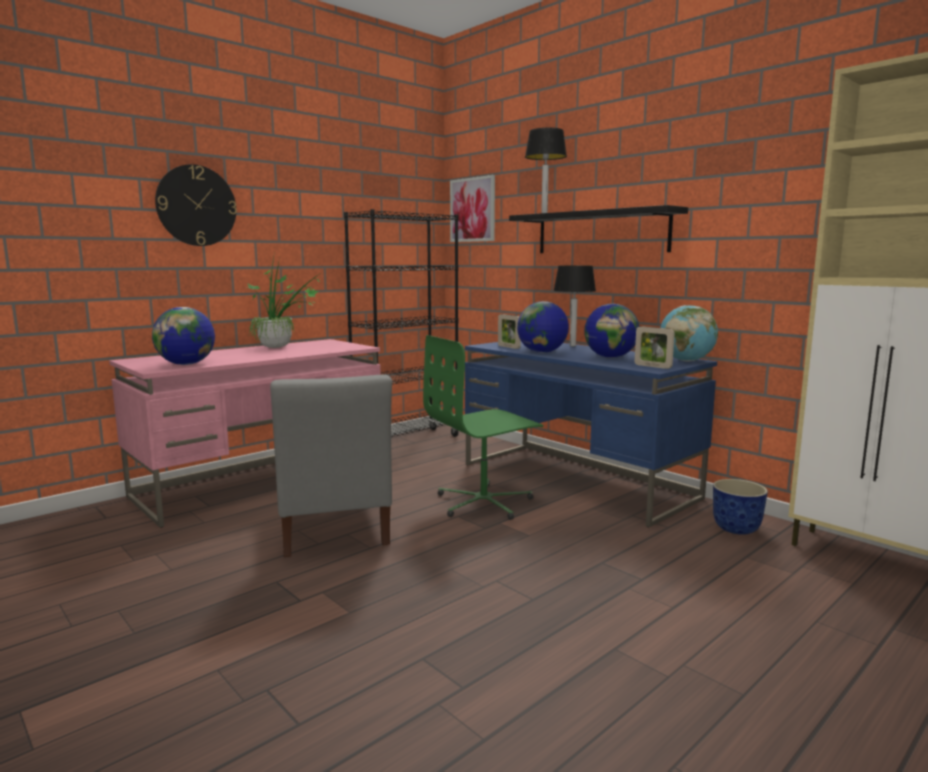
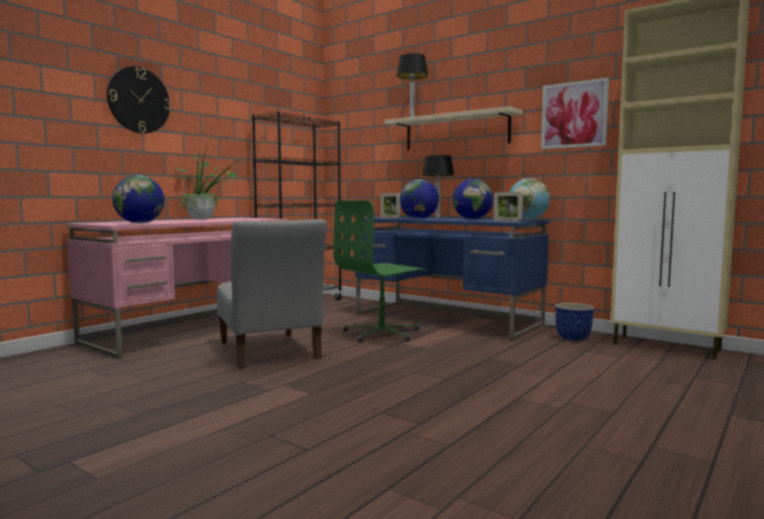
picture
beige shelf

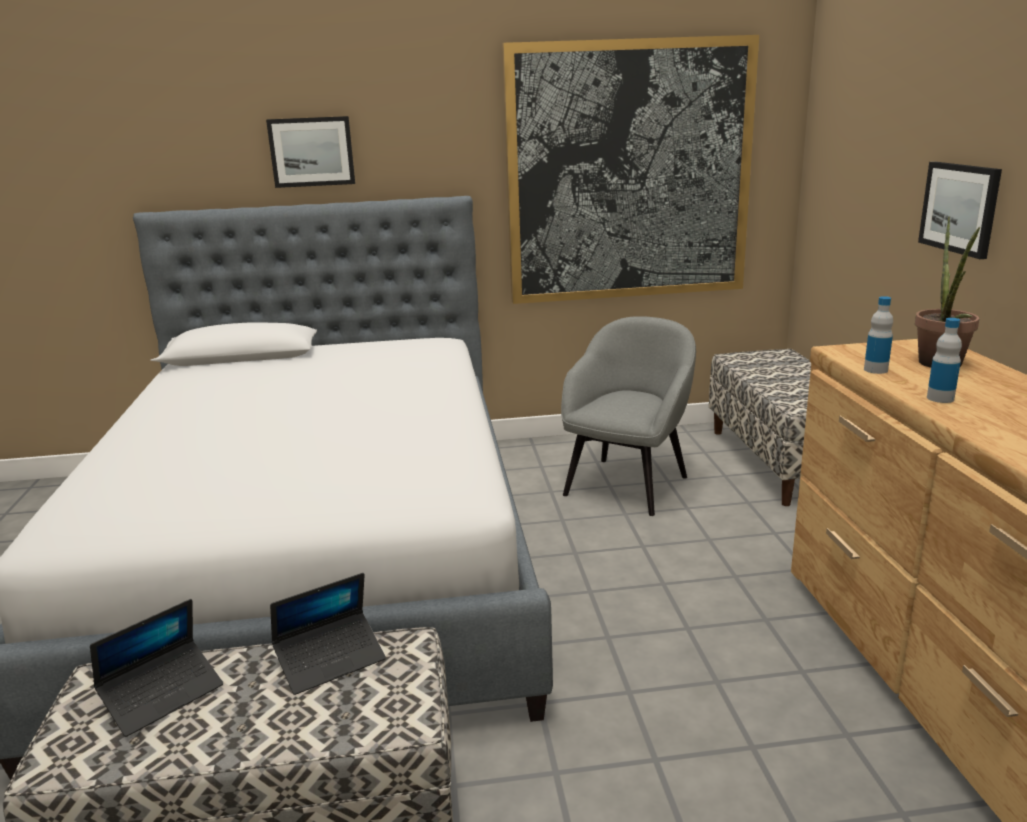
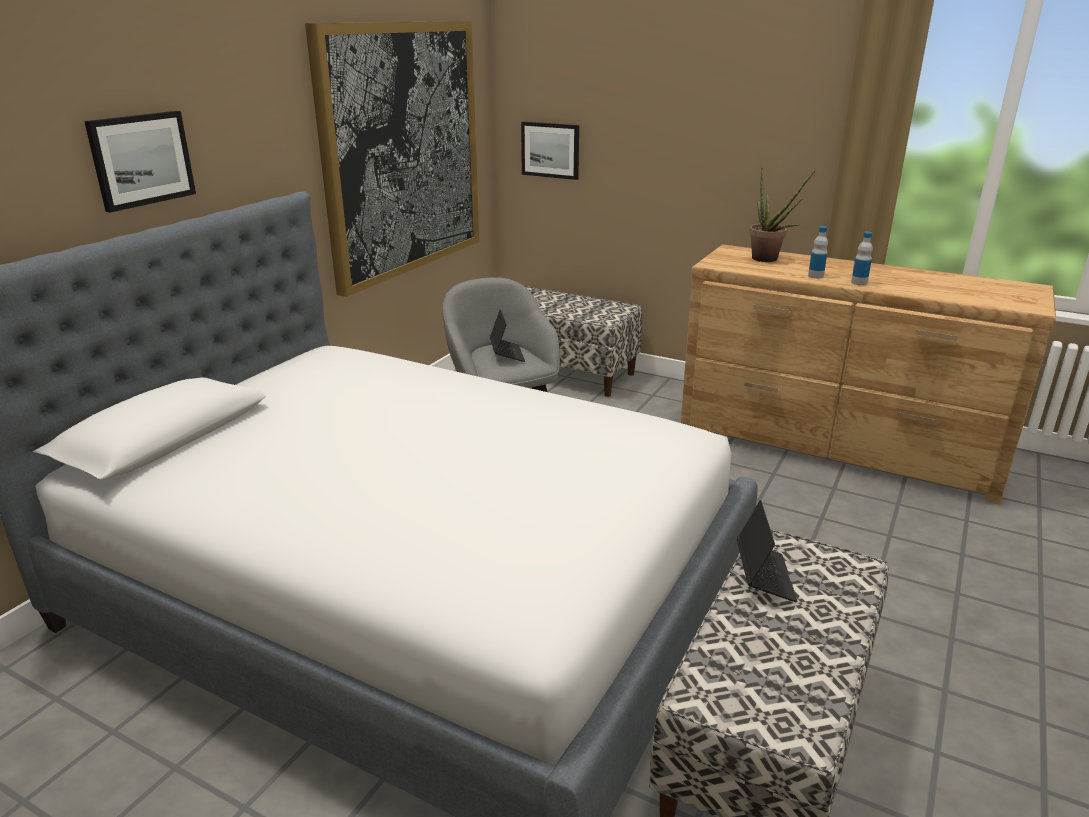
laptop (1st from left)
bottle (2nd from left)
picture (3rd from left)

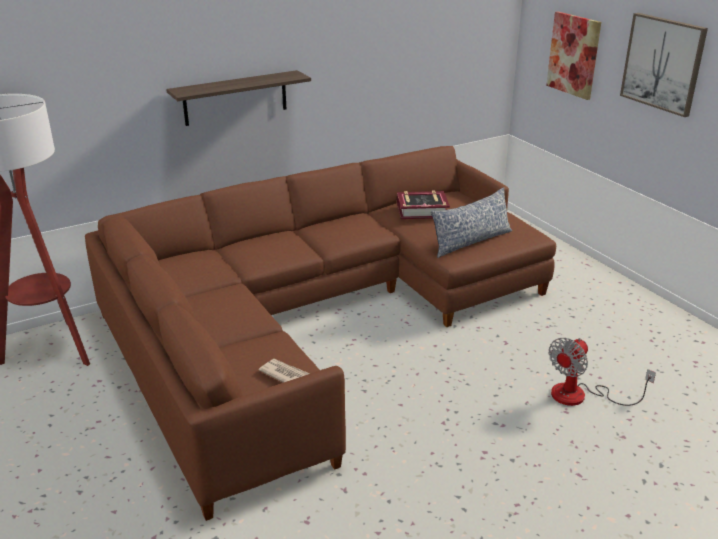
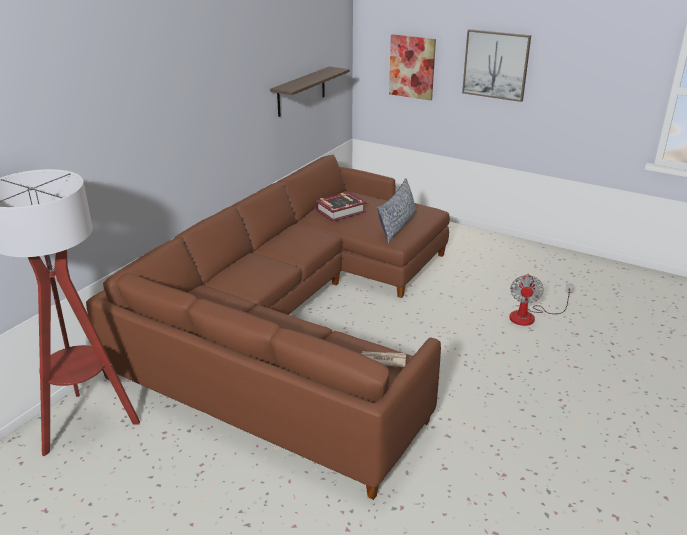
shelf

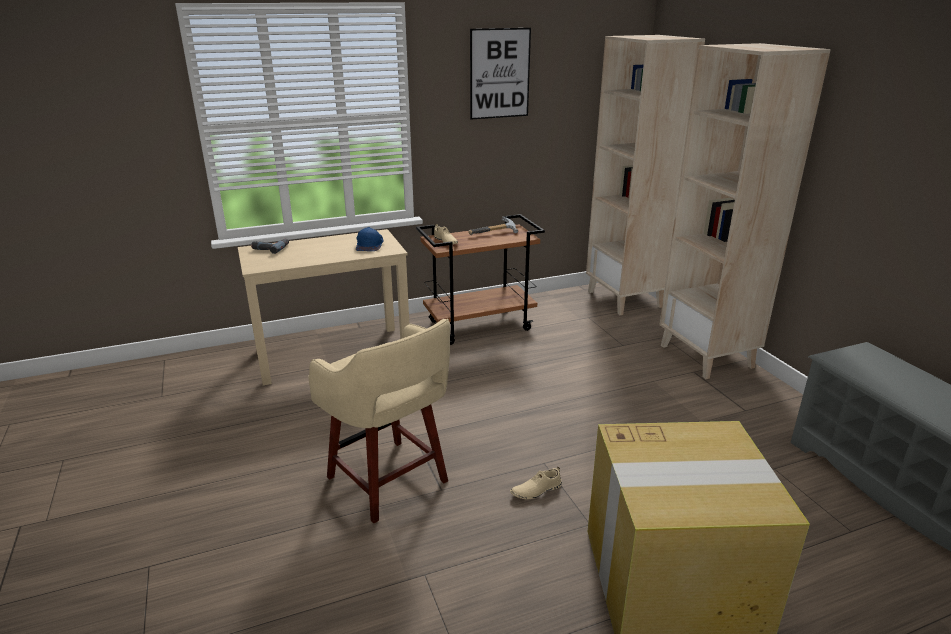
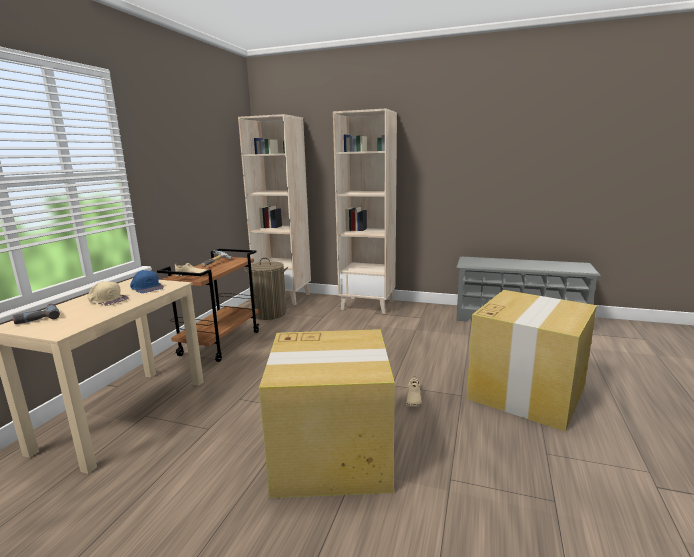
picture
beige cap
laundry basket
cardboard box (1st from left)

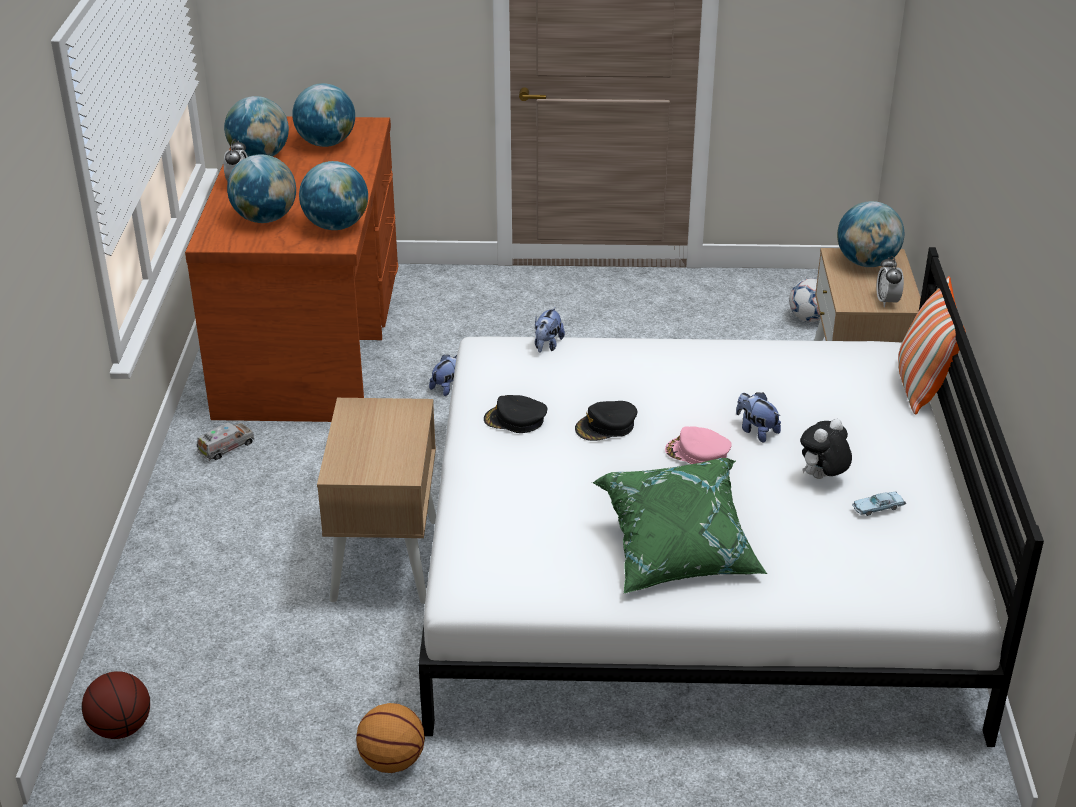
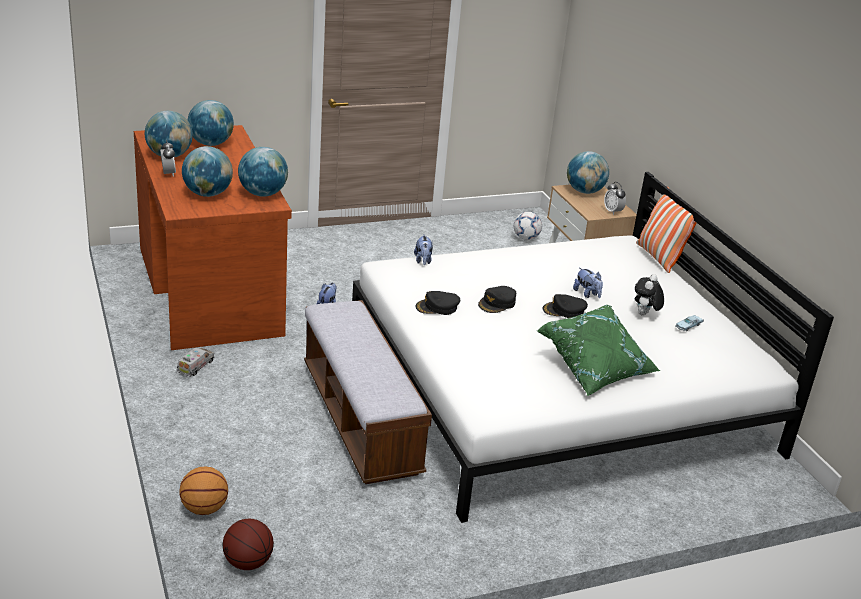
basketball (1st from left)
bench
black cap (3rd from left)
plush toy (3rd from left)

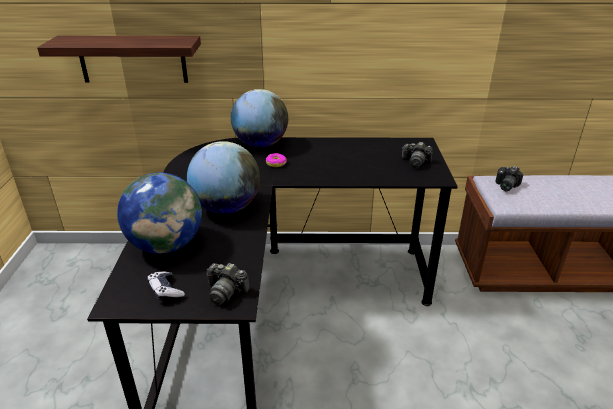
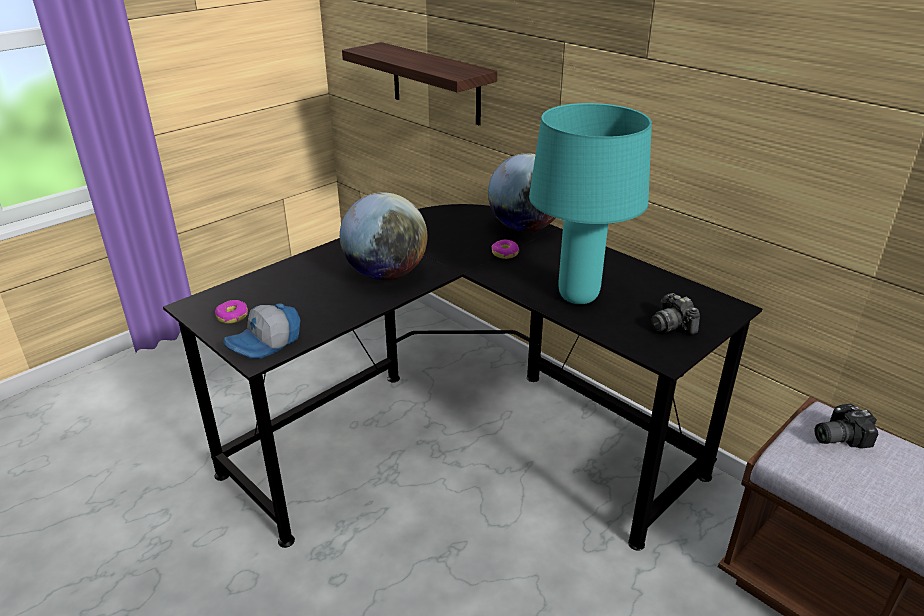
globe (1st from left in the first image)
turquoise table lamp
donut (1st from left)
cap

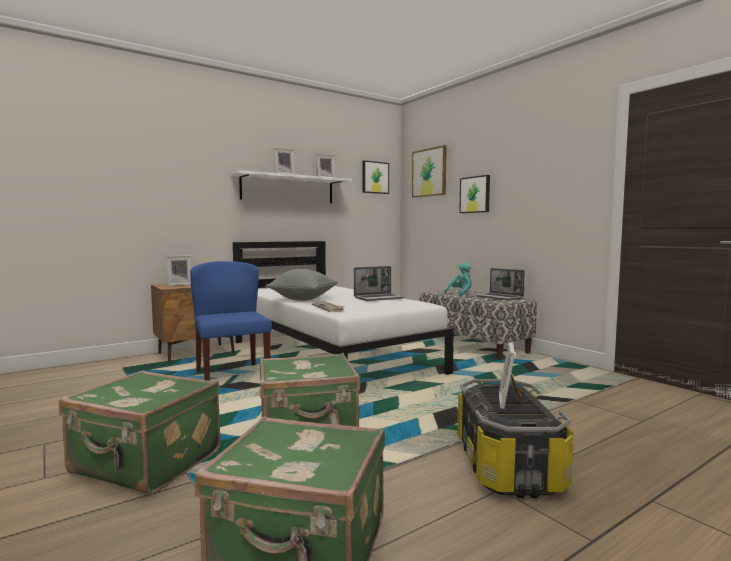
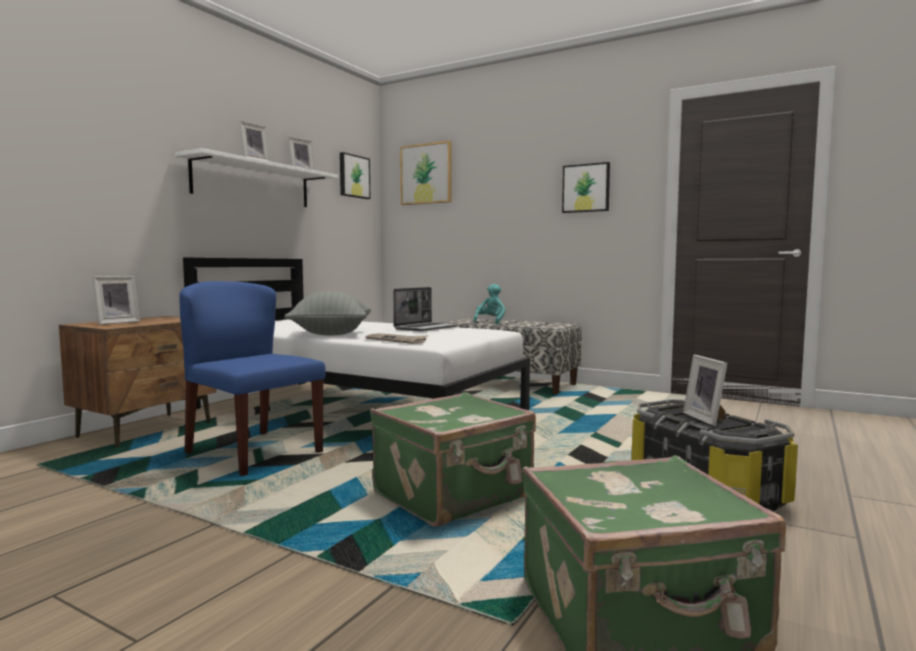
green suitcase (1st from left in the first image)
laptop (2nd from left in the first image)
picture (3rd from left)

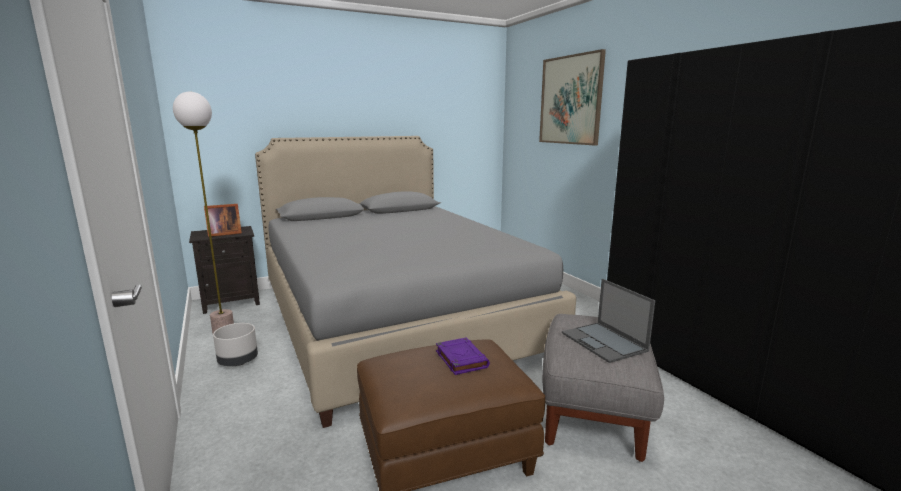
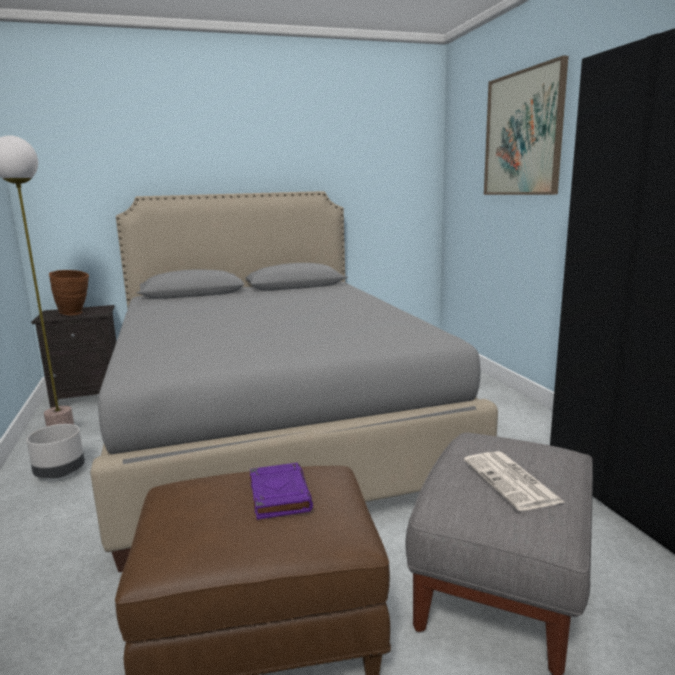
brown vase
newspaper

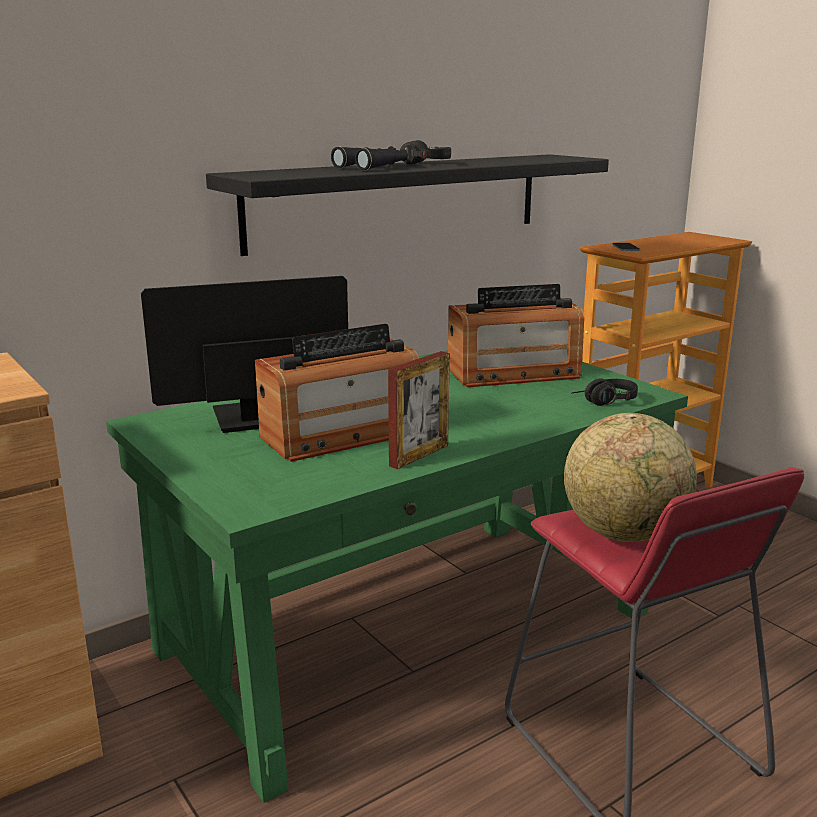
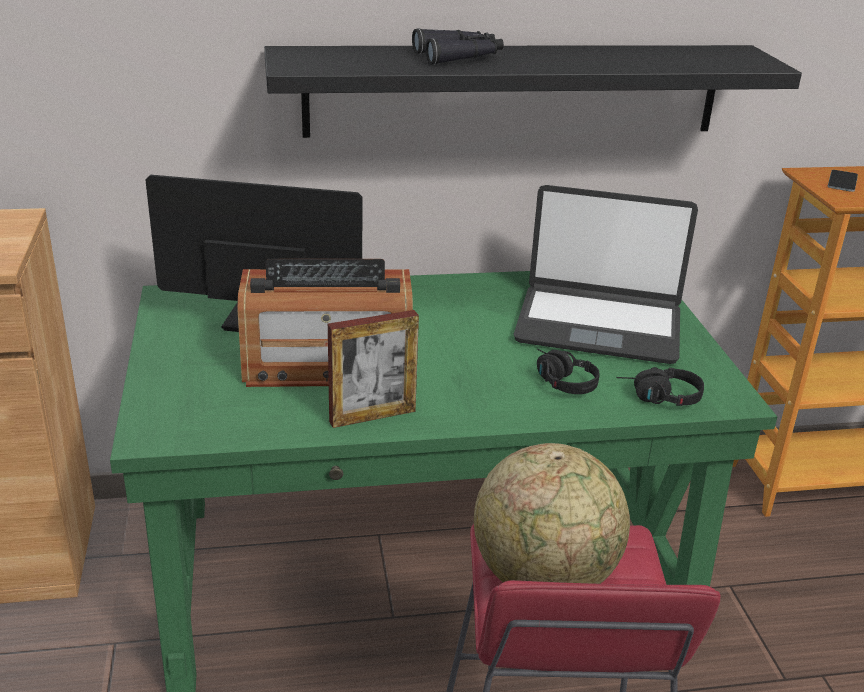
black headphones (1st from left)
laptop

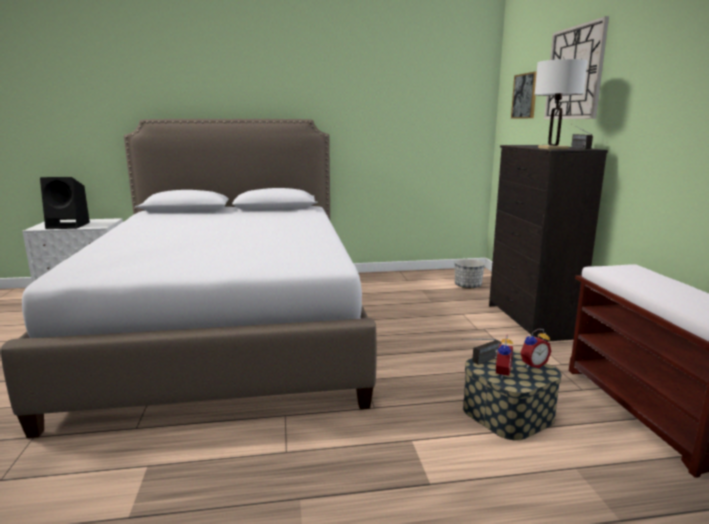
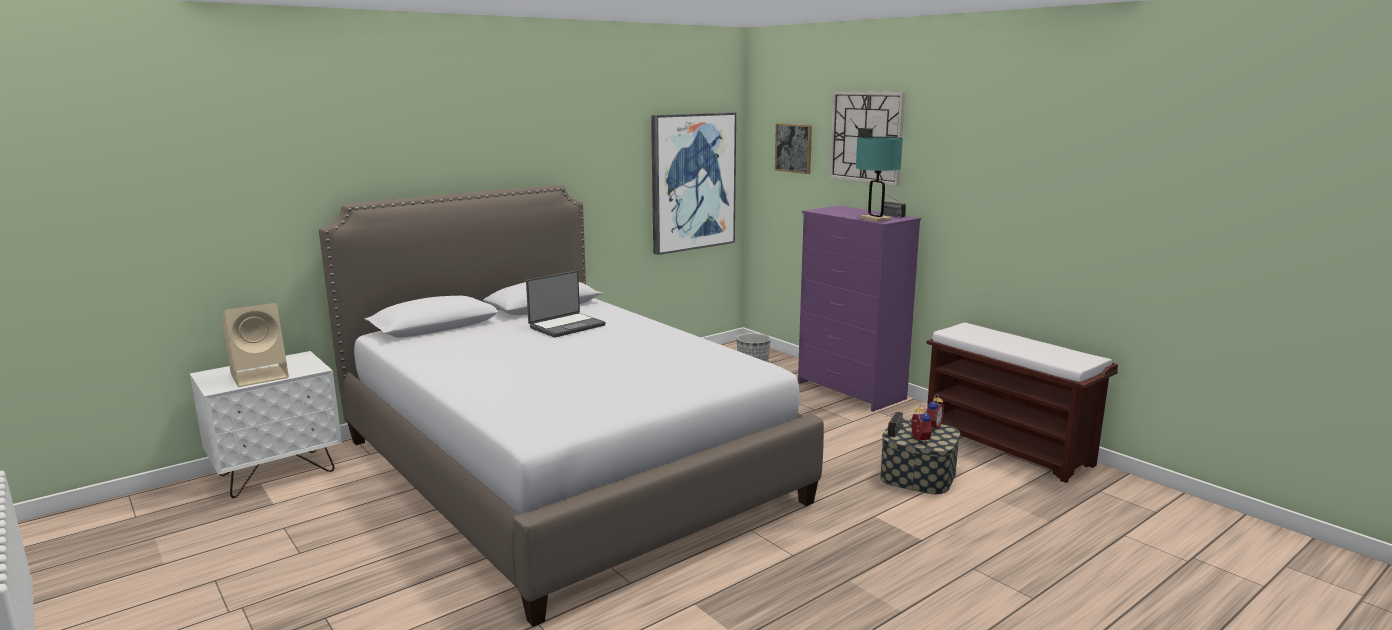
laptop
picture (1st from left)
beige speaker
purple dresser
turquoise table lamp

